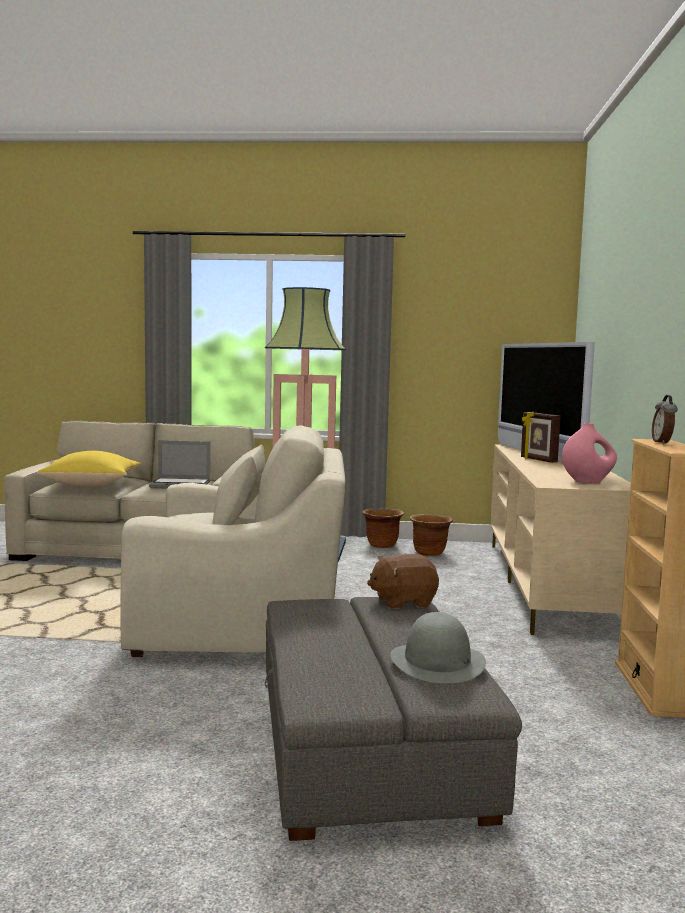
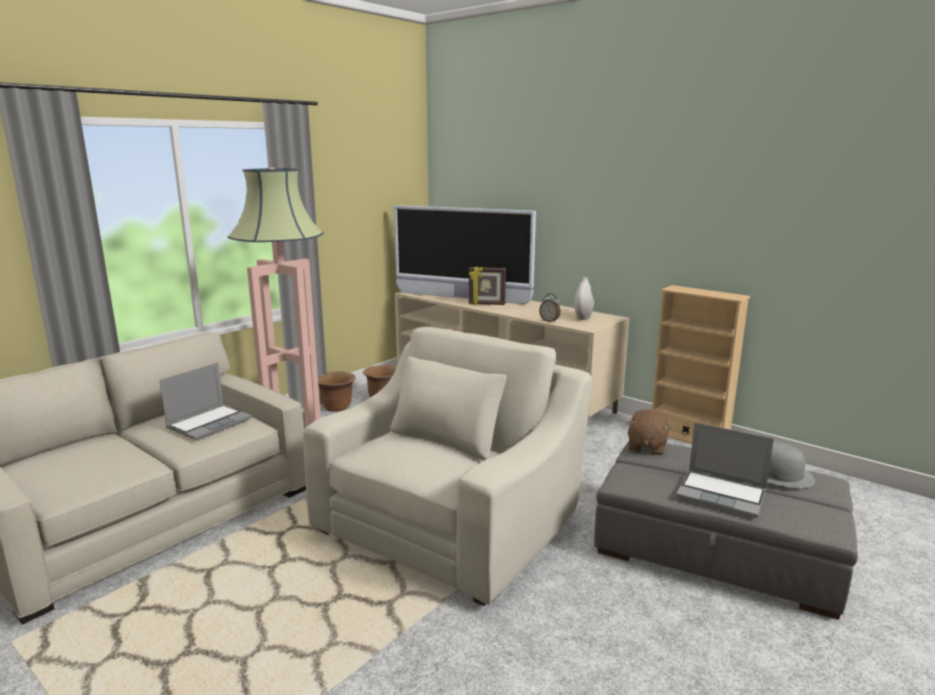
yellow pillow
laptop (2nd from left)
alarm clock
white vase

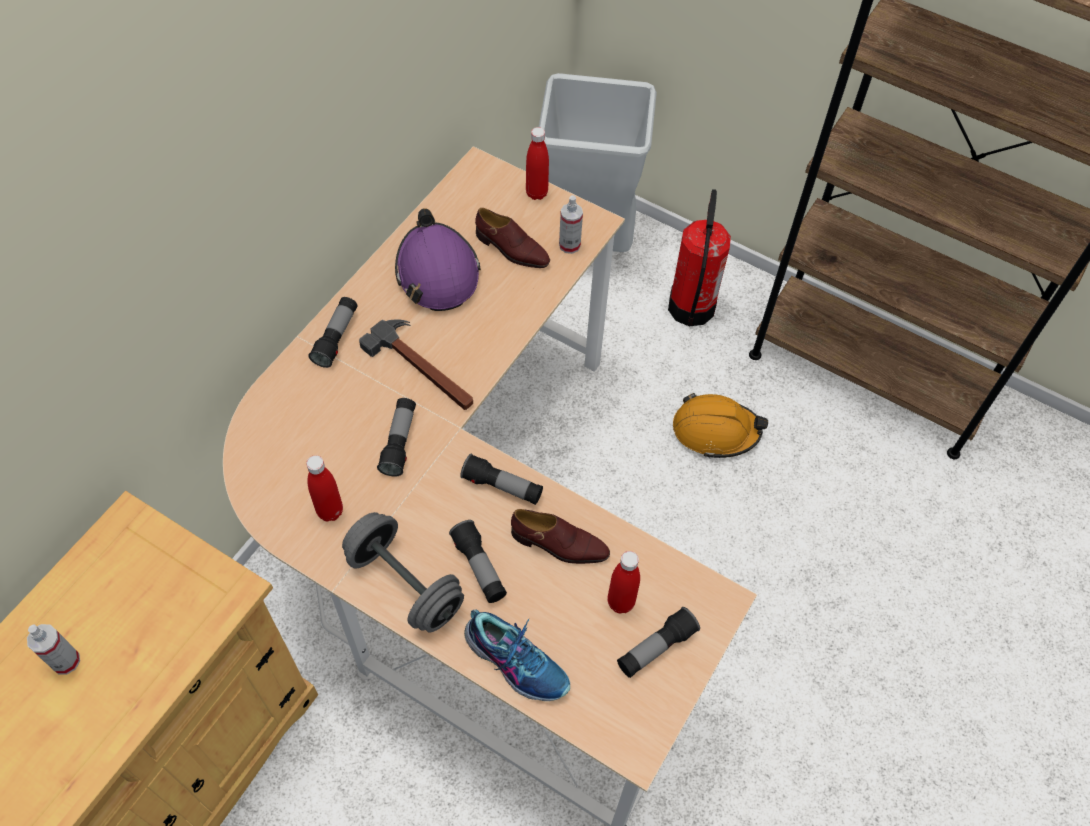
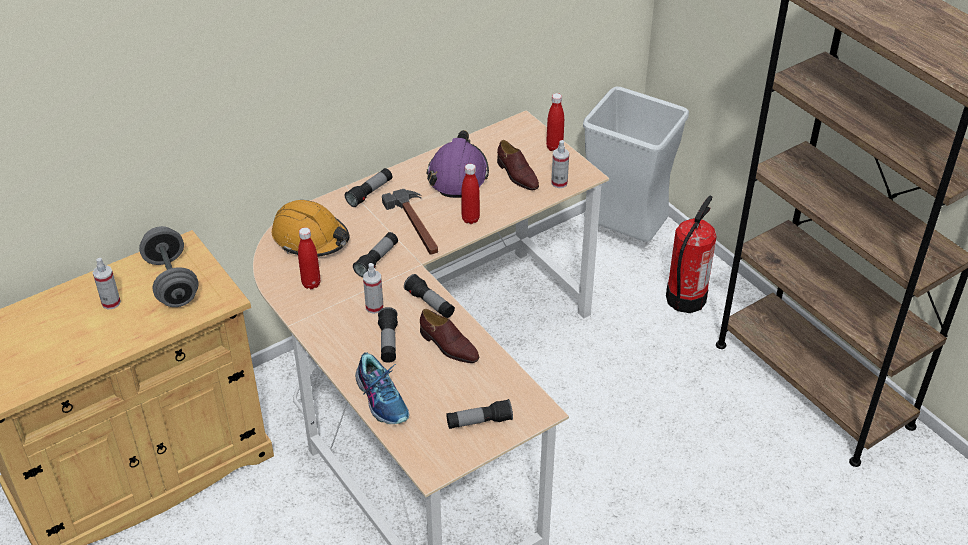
spray bottle (2nd from left)
grey dumbbell
red bottle (2nd from left)
orange hard hat

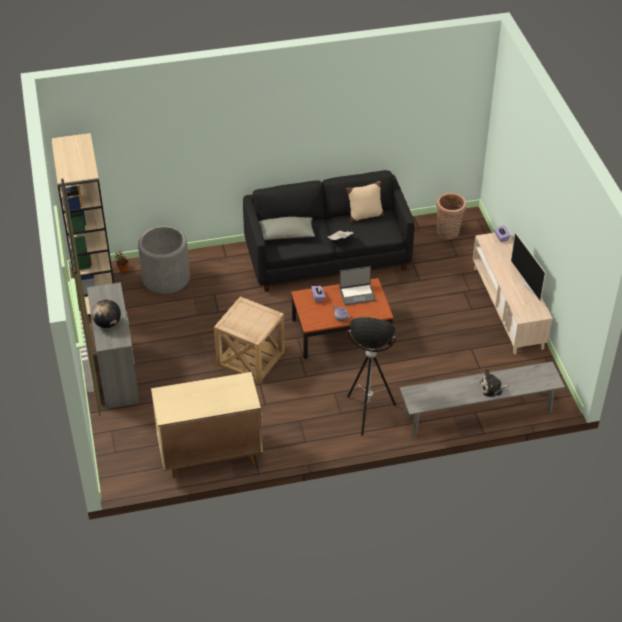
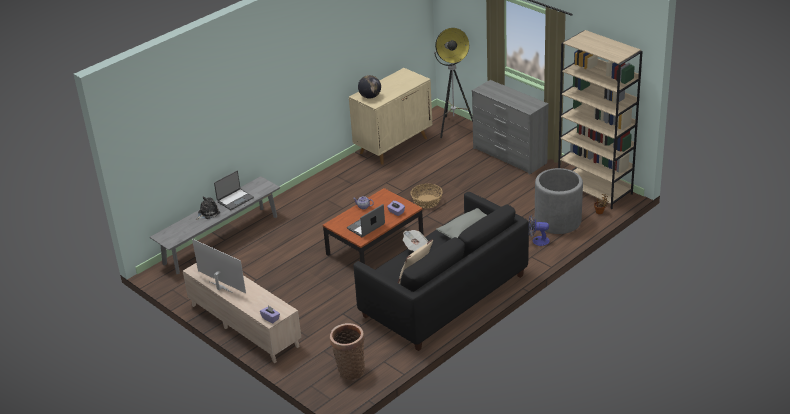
laptop (1st from left)
fan
globe
floor lamp
basket (2nd from left)

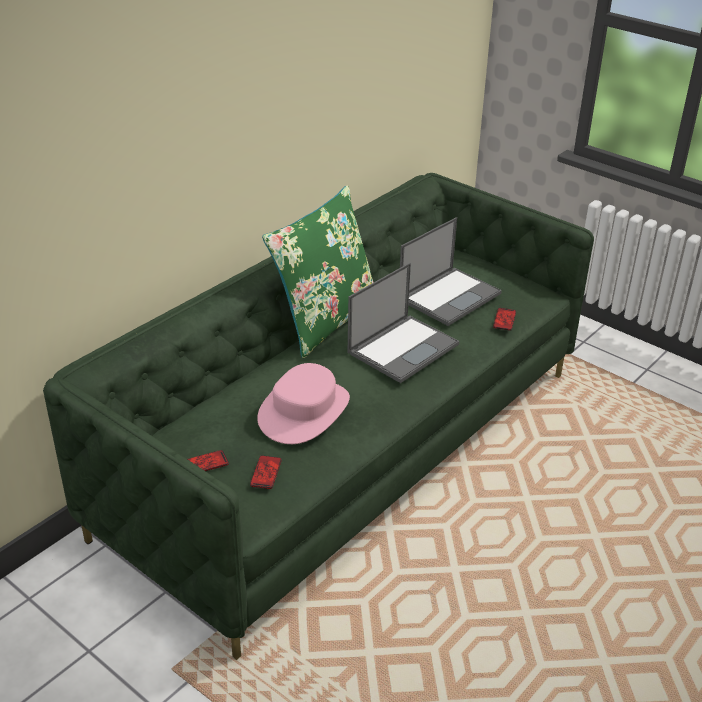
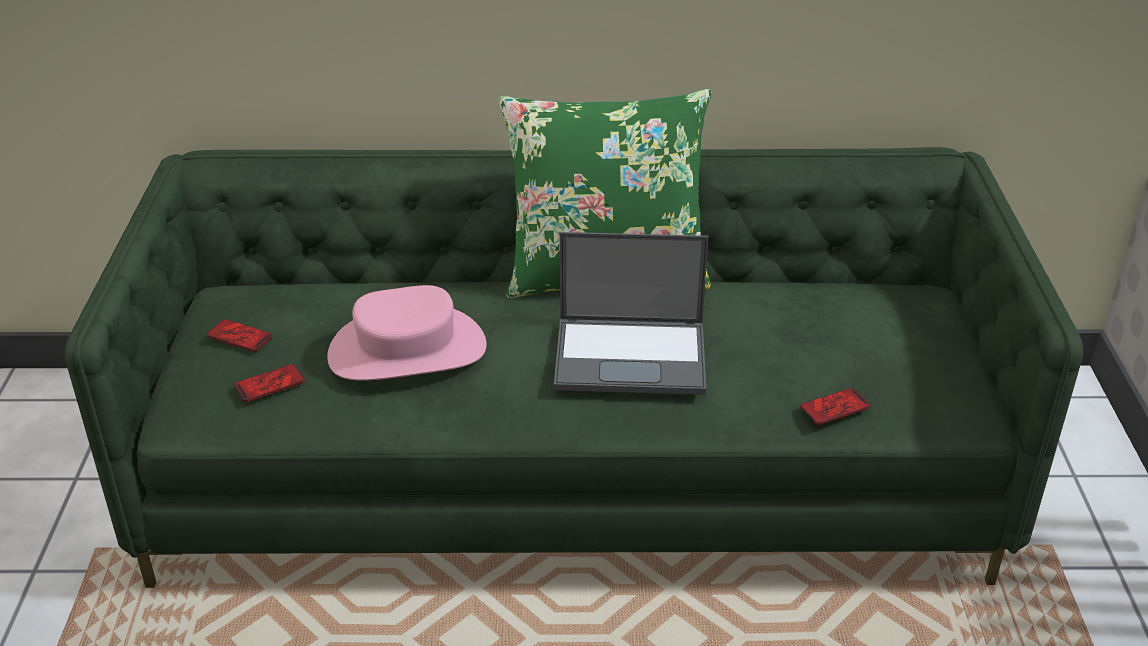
laptop (2nd from left in the first image)

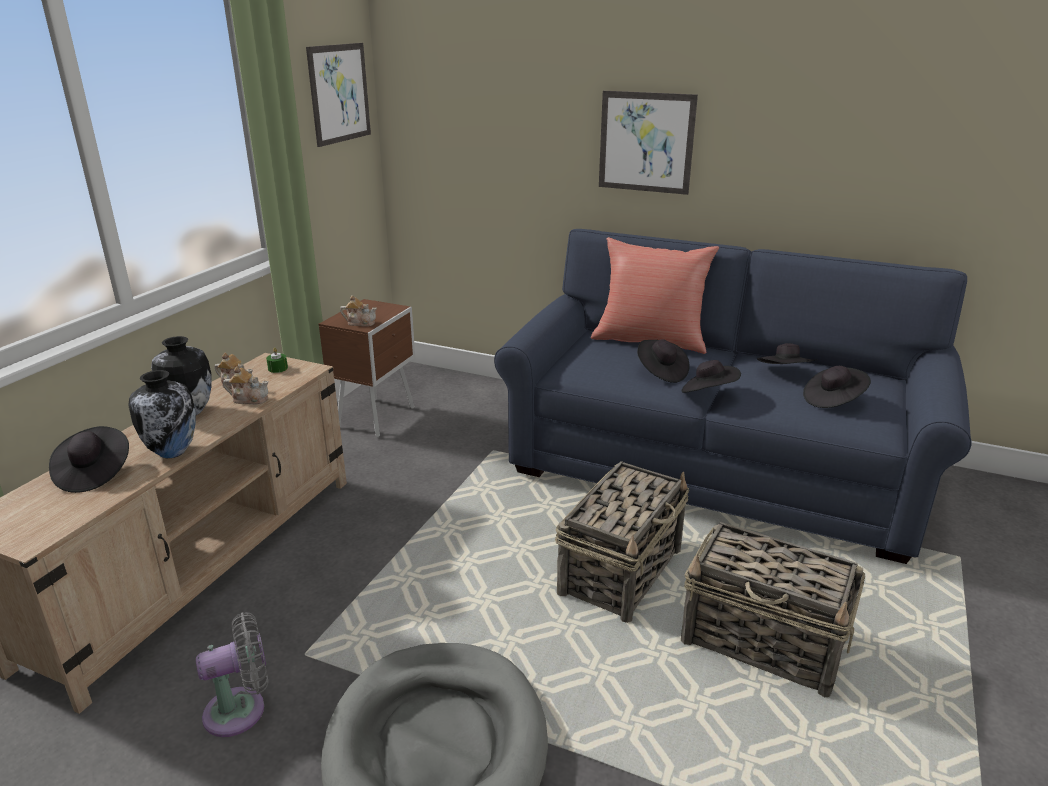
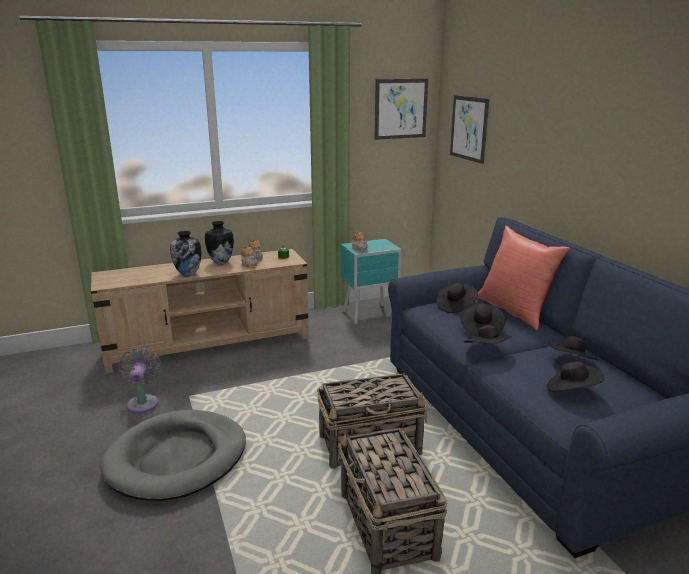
black hat (1st from left)
picture (2nd from left)
turquoise nightstand
grey fan

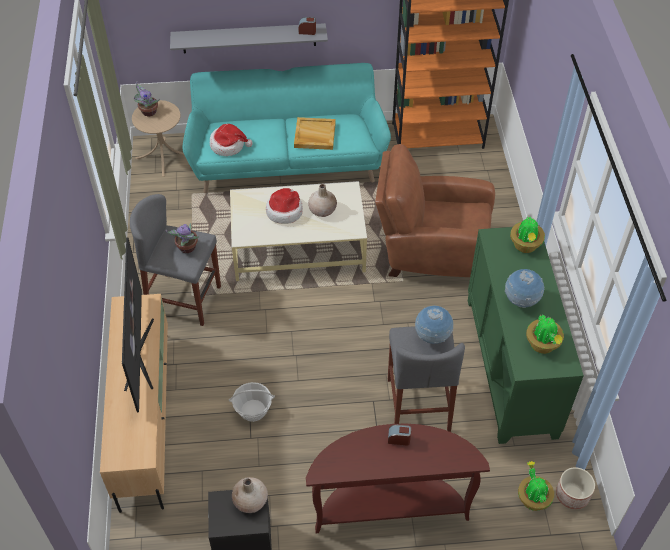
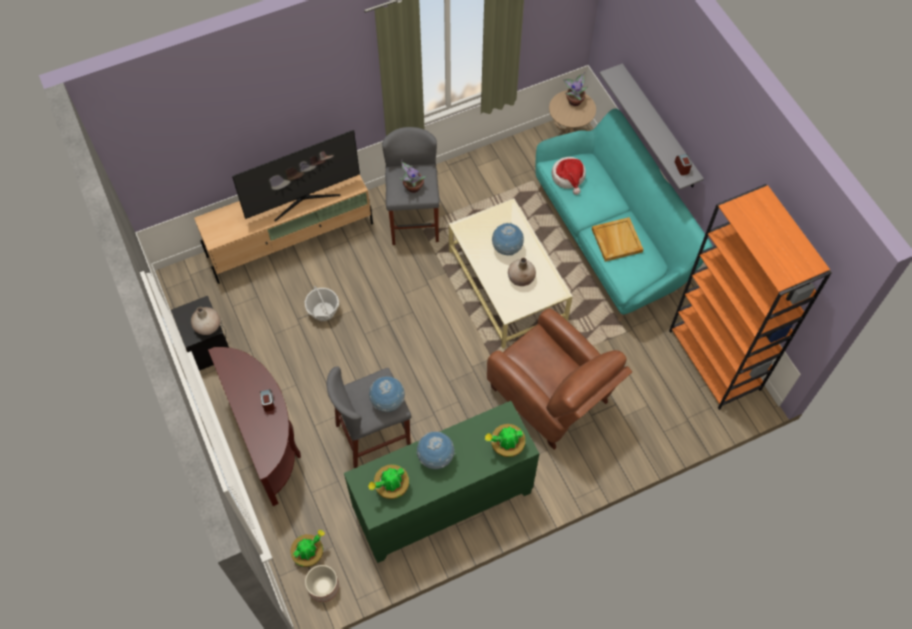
globe (3rd from left)
brown armchair

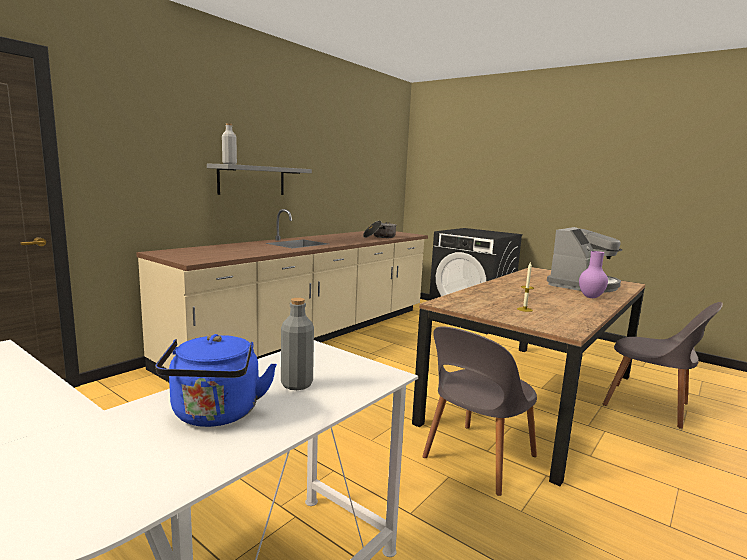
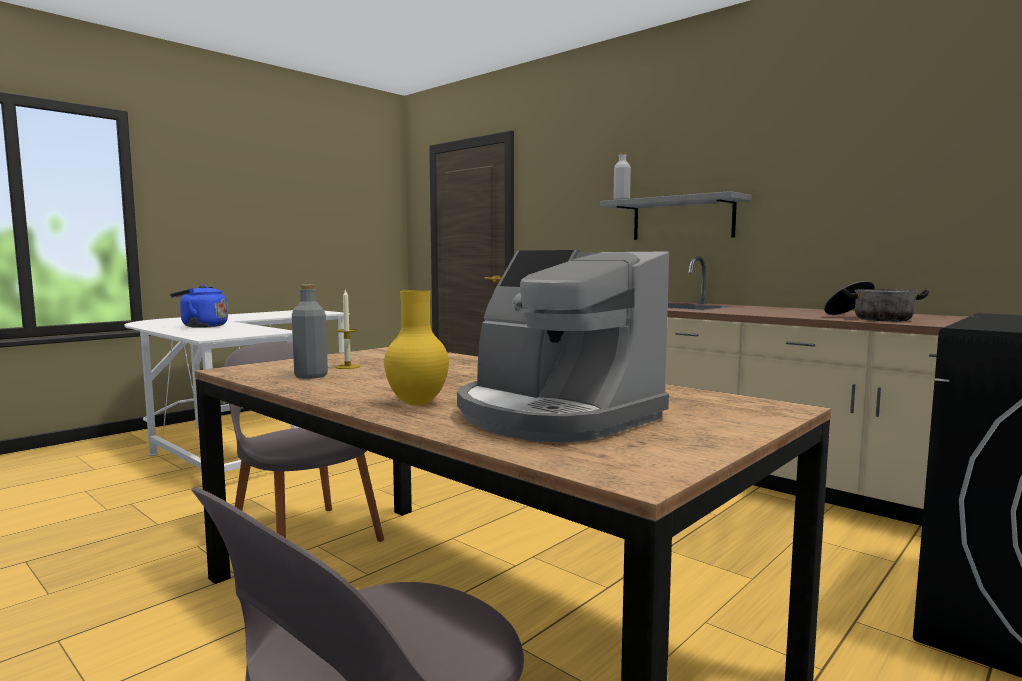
grey bottle (1st from left)
yellow vase

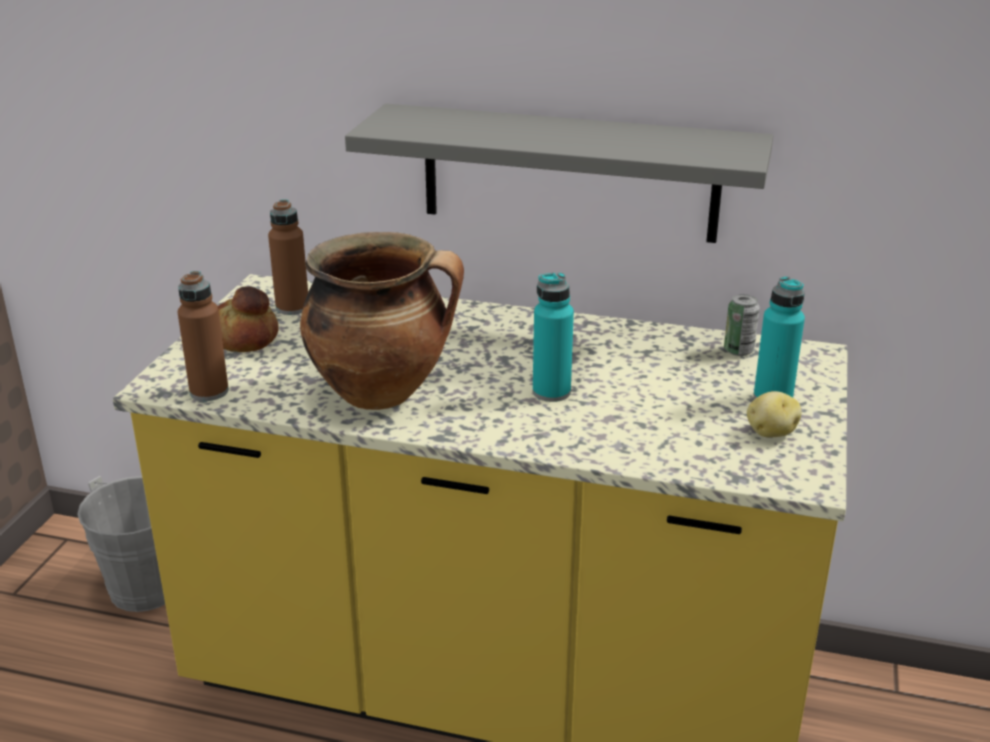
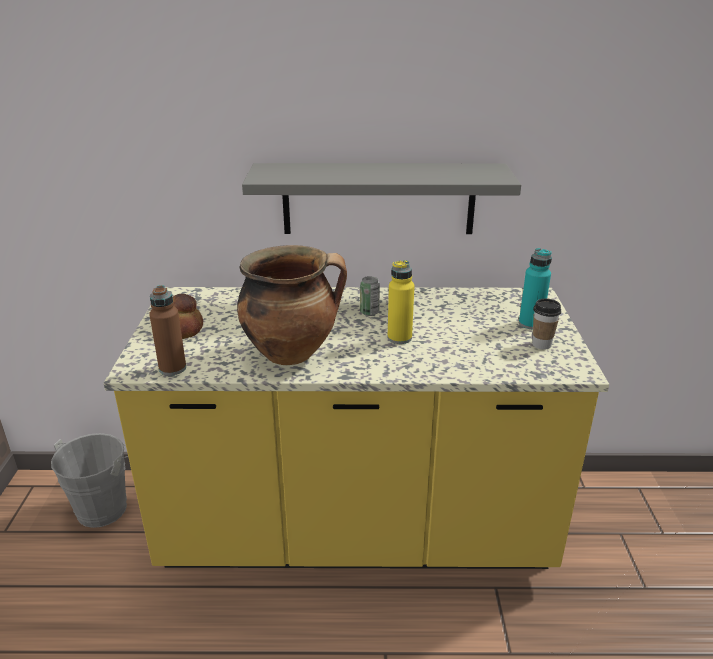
brown bottle (2nd from left in the first image)
can
cup
yellow bottle

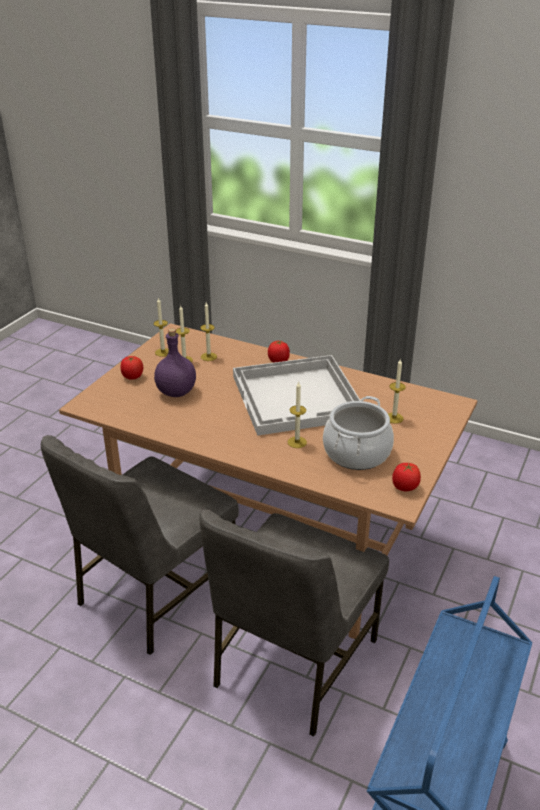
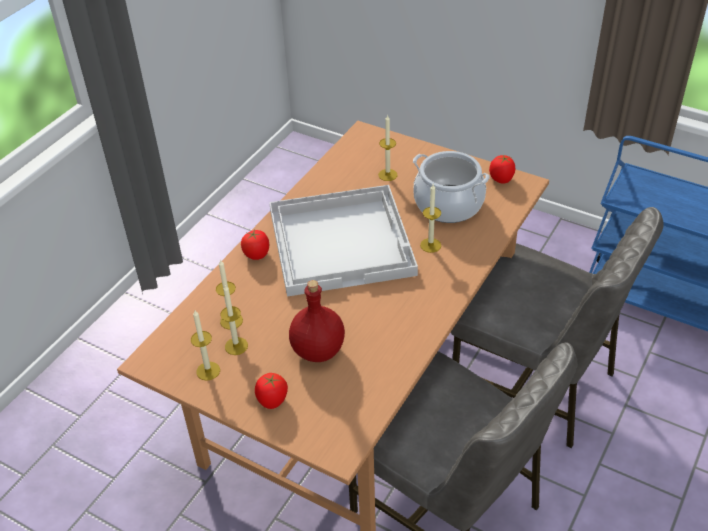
red bottle

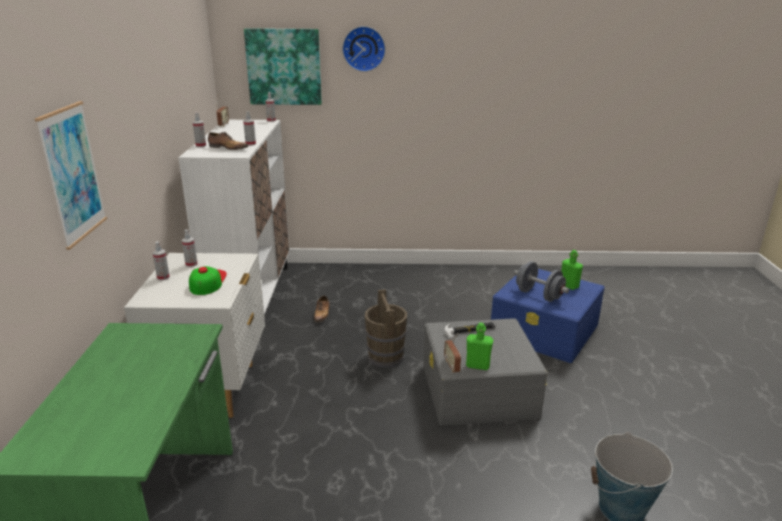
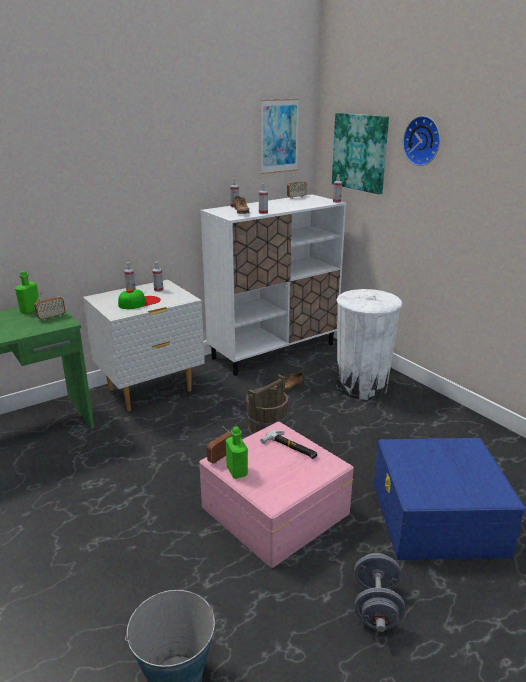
radio (1st from left)
white trash can
picture (1st from left)
grey dumbbell
green bottle (1st from left)
pink storage box

